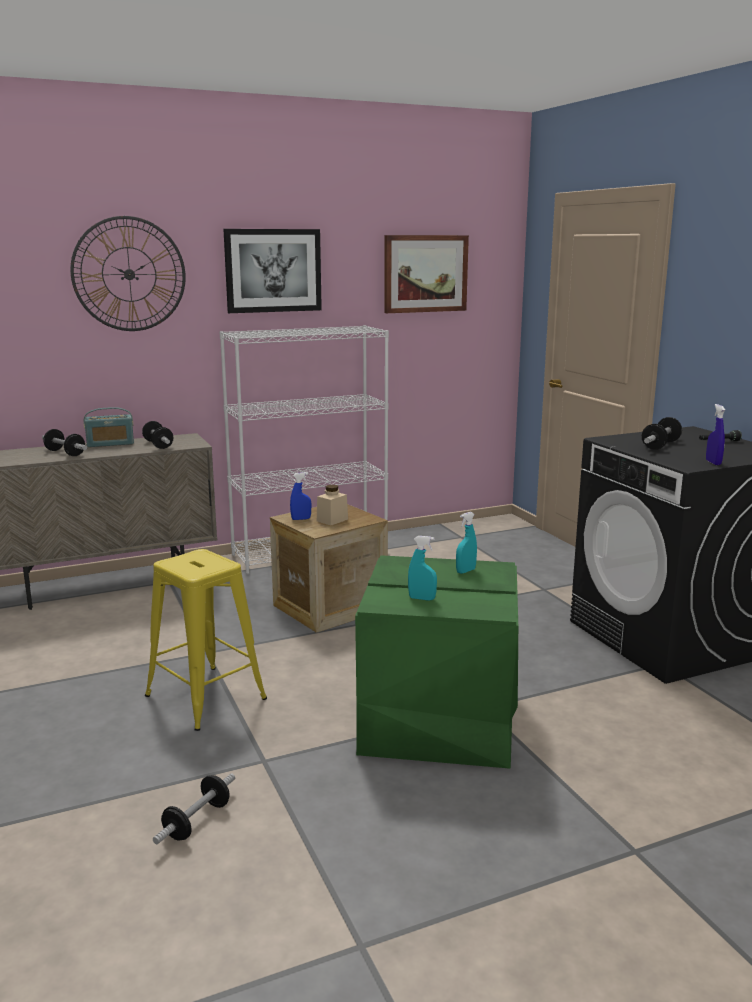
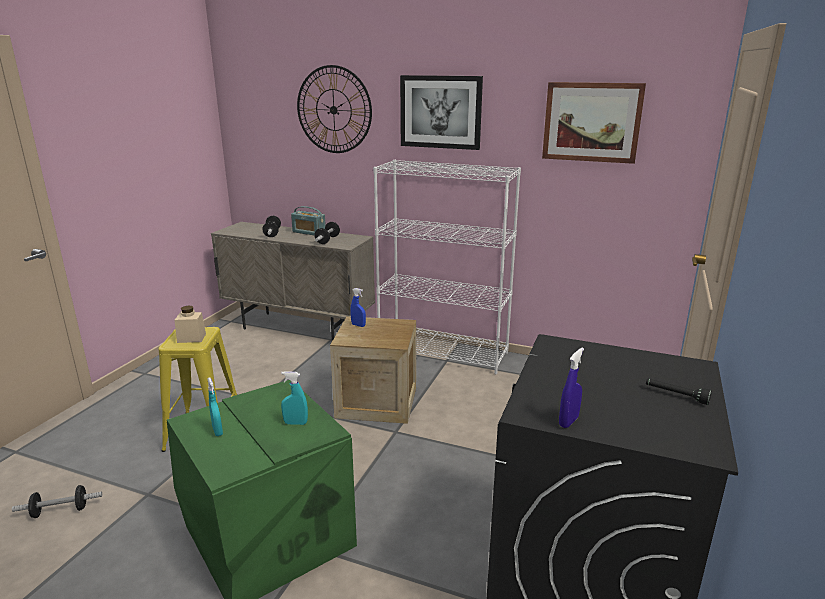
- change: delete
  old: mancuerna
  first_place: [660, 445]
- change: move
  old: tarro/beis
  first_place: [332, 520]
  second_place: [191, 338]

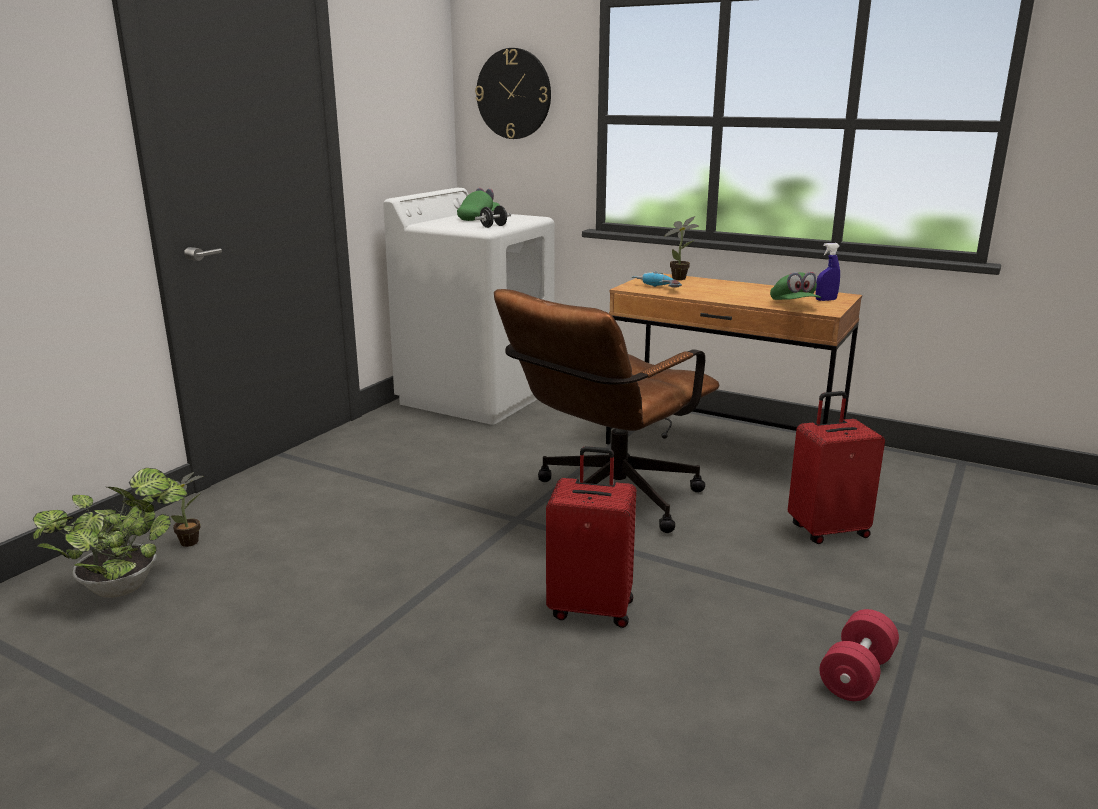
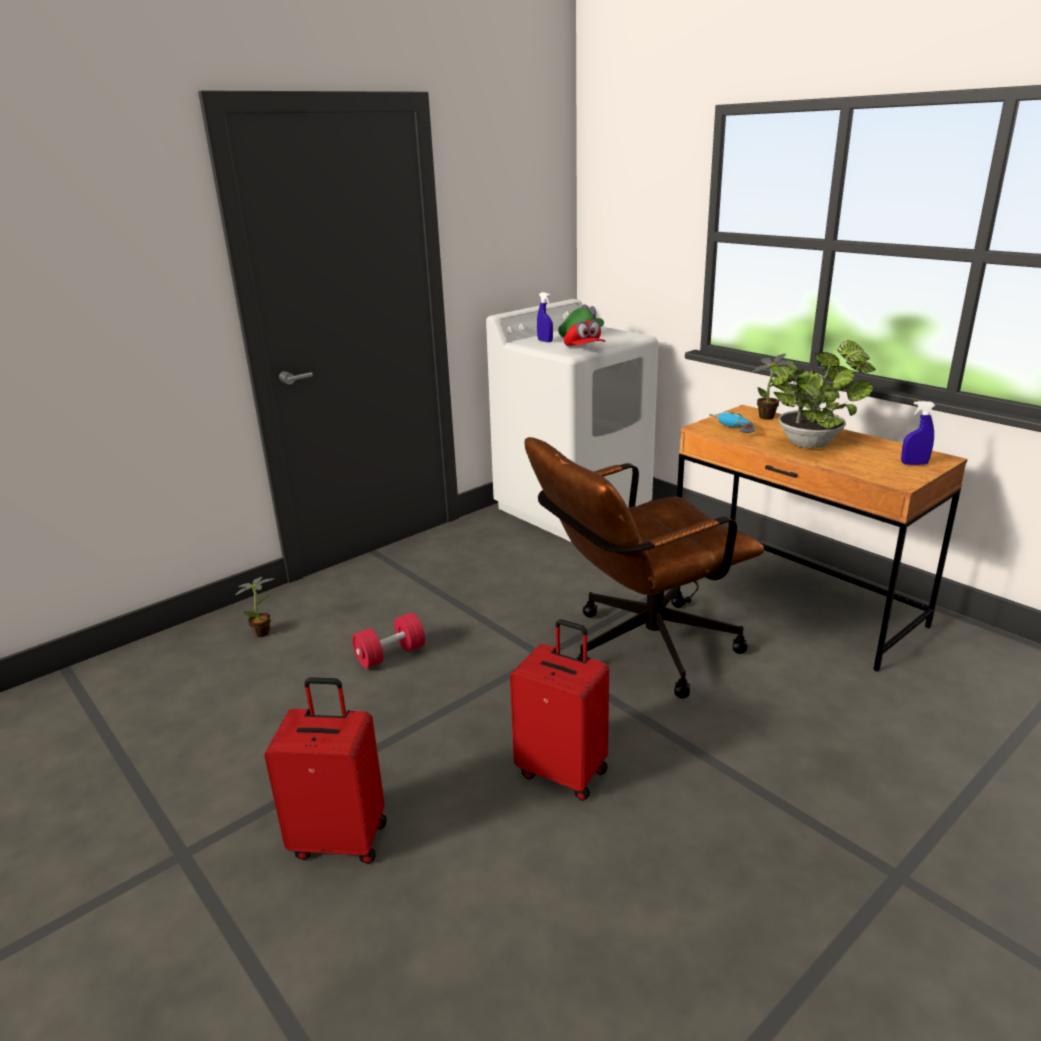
- change: delete
  old: reloj de pared
  first_place: [514, 94]
- change: replace
  old: mancuerna/negro
  new: gorra/rojo
  first_place: [493, 226]
  second_place: [584, 349]
- change: delete
  old: gorra/verde
  first_place: [794, 305]
- change: move
  old: maleta/rojo
  first_place: [827, 530]
  second_place: [340, 838]
- change: move
  old: planta en maceta
  first_place: [126, 585]
  second_place: [812, 443]
- change: move
  old: mancuerna/rojo
  first_place: [856, 674]
  second_place: [390, 655]
- change: insert
  new: pulverizador/azul
  second_place: [545, 341]

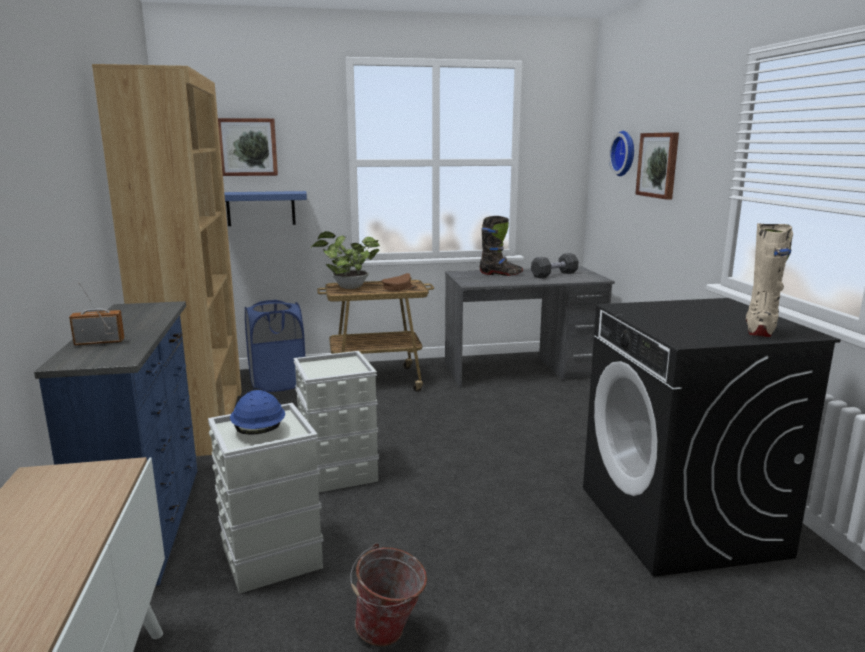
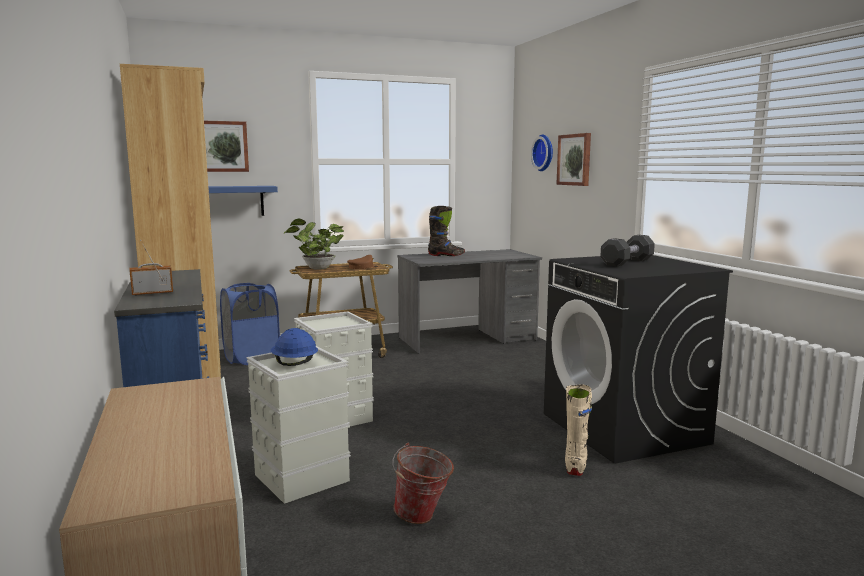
- change: move
  old: bota/beis
  first_place: [760, 329]
  second_place: [576, 464]
- change: move
  old: mancuerna/negro
  first_place: [554, 275]
  second_place: [627, 262]

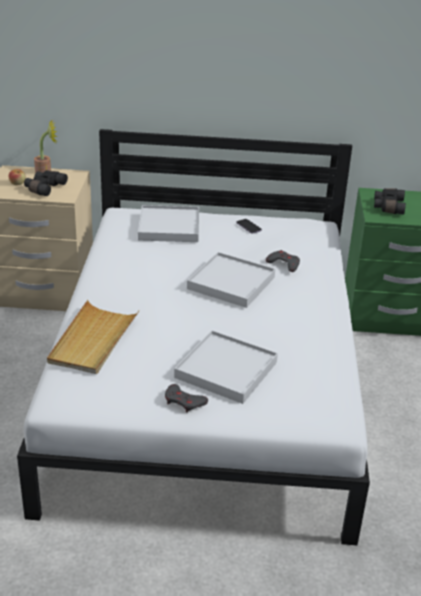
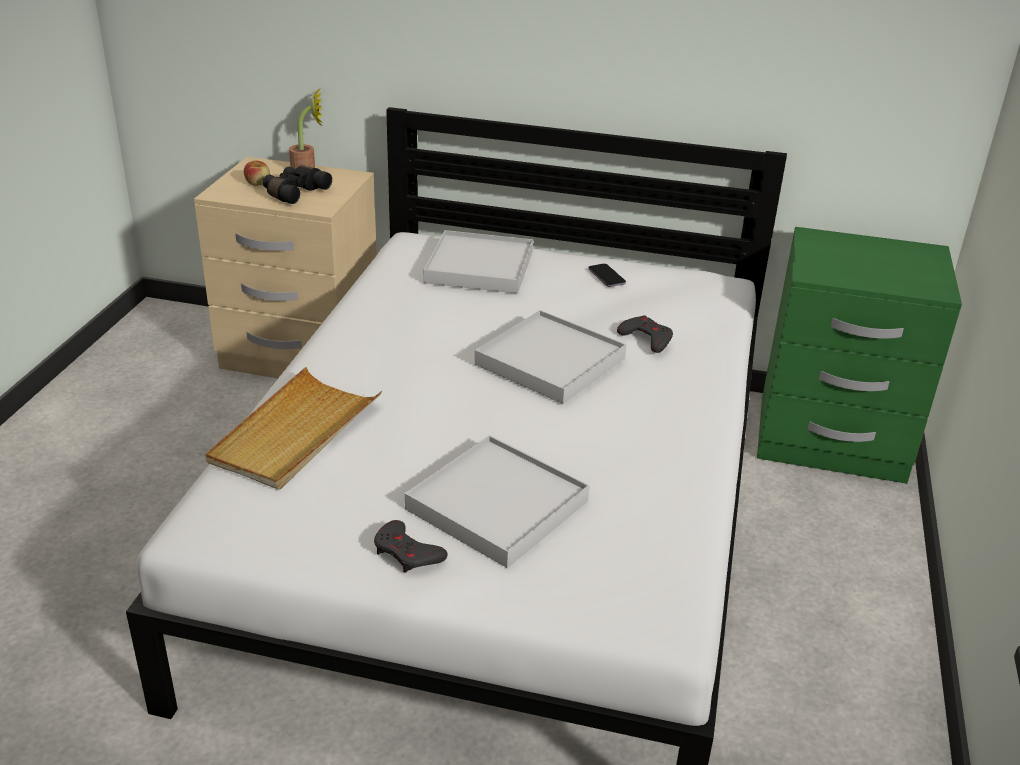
- change: delete
  old: prismáticos/negro
  first_place: [388, 206]

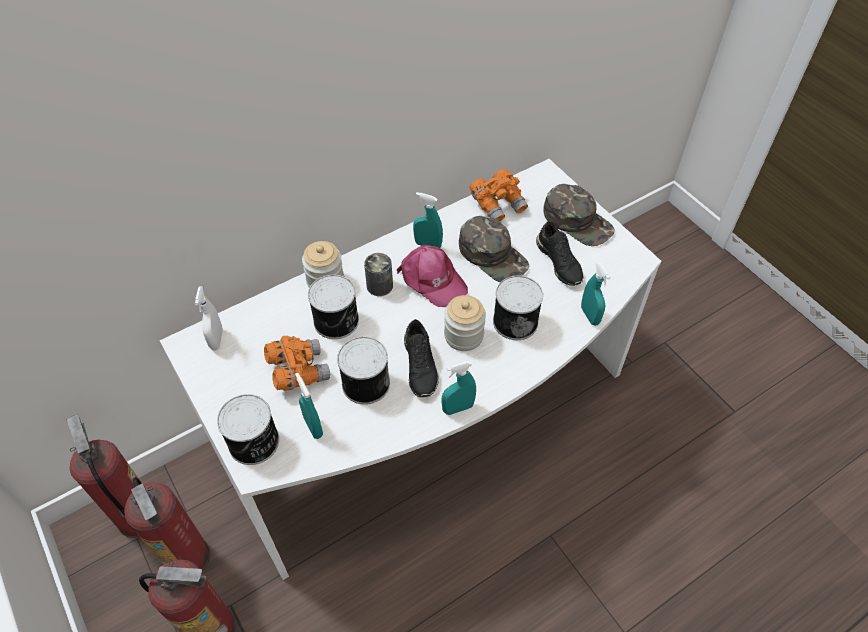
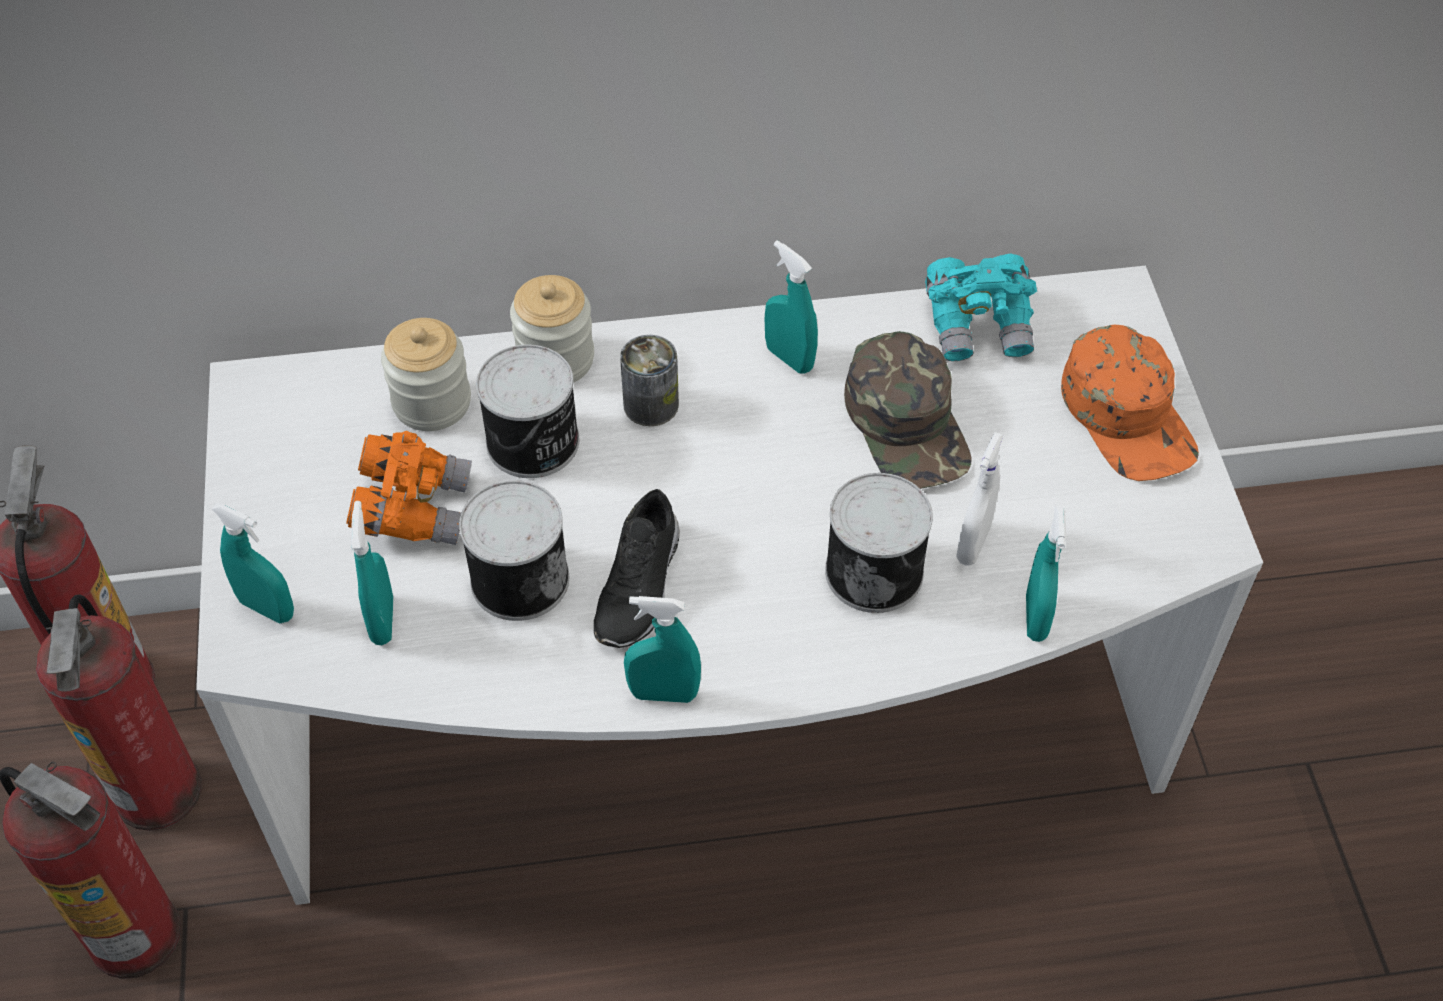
- change: recolor
  old: prismáticos/naranja
  new: prismáticos/turquesa
  first_place: [498, 204]
  second_place: [979, 326]
- change: recolor
  old: gorra/verde
  new: gorra/naranja
  first_place: [578, 221]
  second_place: [1128, 416]
- change: delete
  old: zapato/negro
  first_place: [560, 262]
- change: delete
  old: gorra/rosa
  first_place: [432, 280]
- change: move
  old: pulverizador/blanco
  first_place: [216, 339]
  second_place: [973, 544]
- change: move
  old: tarro
  first_place: [463, 335]
  second_place: [432, 402]
- change: replace
  old: lata
  new: pulverizador/turquesa
  first_place: [254, 443]
  second_place: [267, 608]

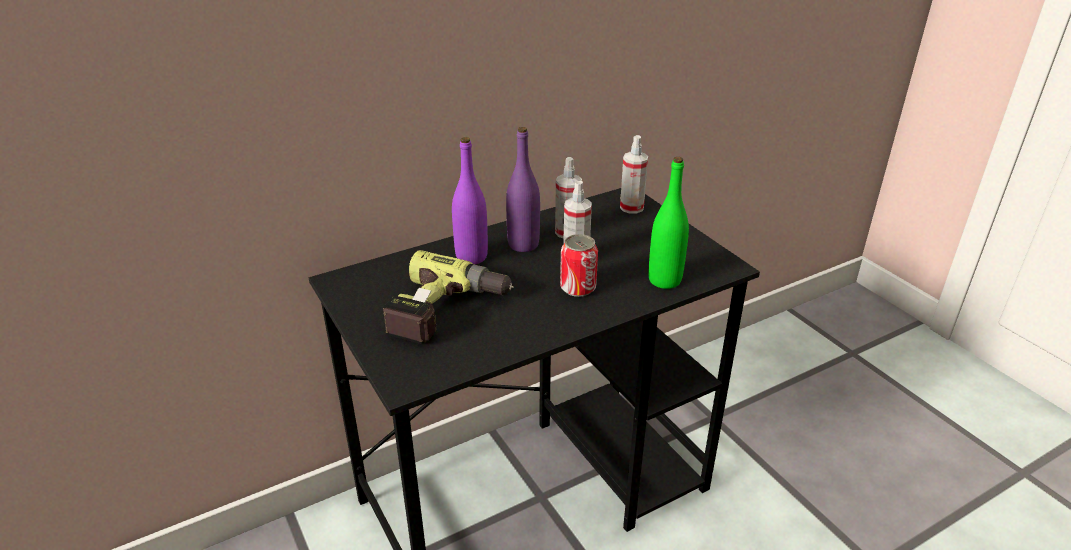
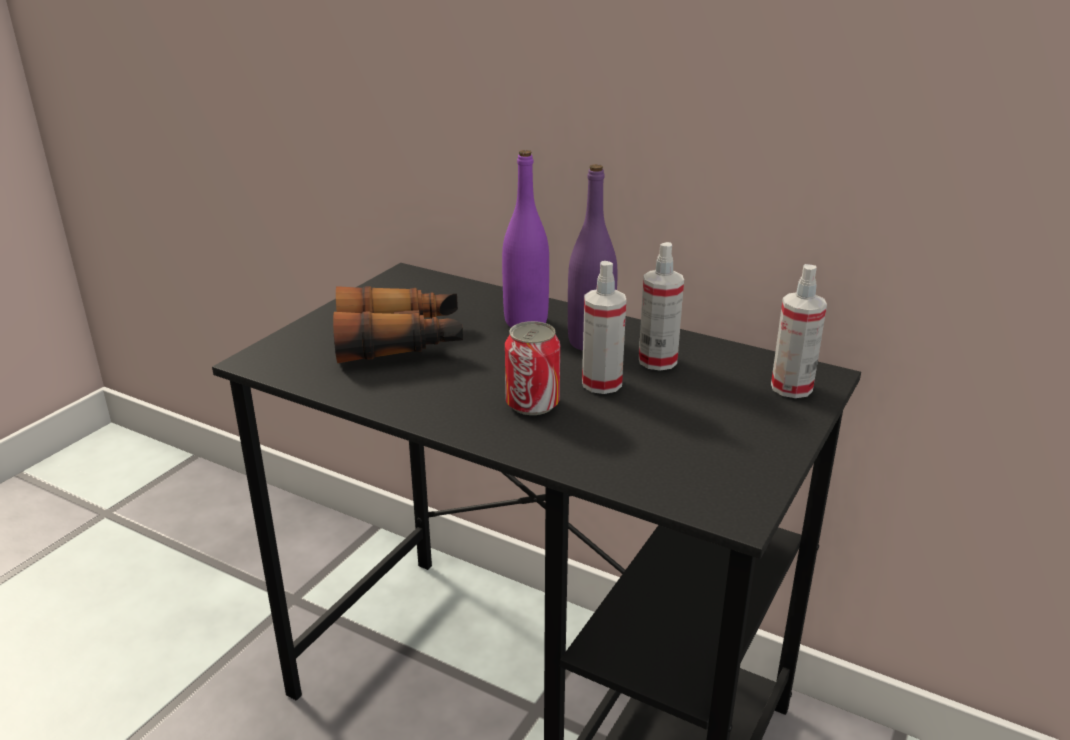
- change: delete
  old: botella/verde
  first_place: [664, 280]
- change: replace
  old: taladro
  new: prismáticos
  first_place: [446, 312]
  second_place: [400, 342]

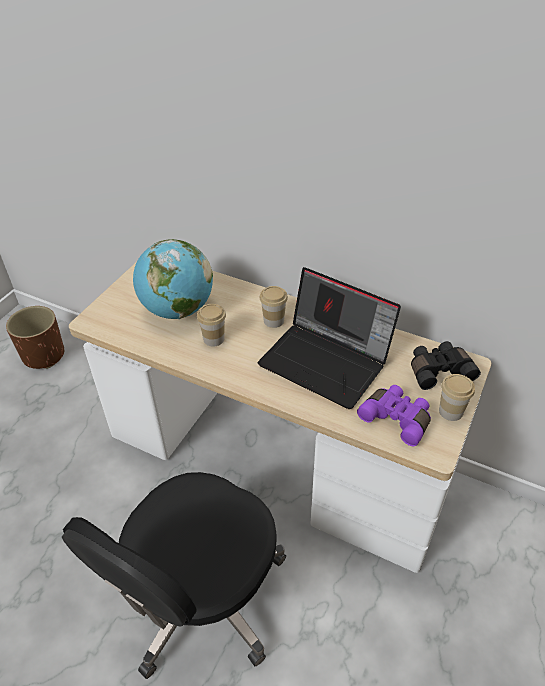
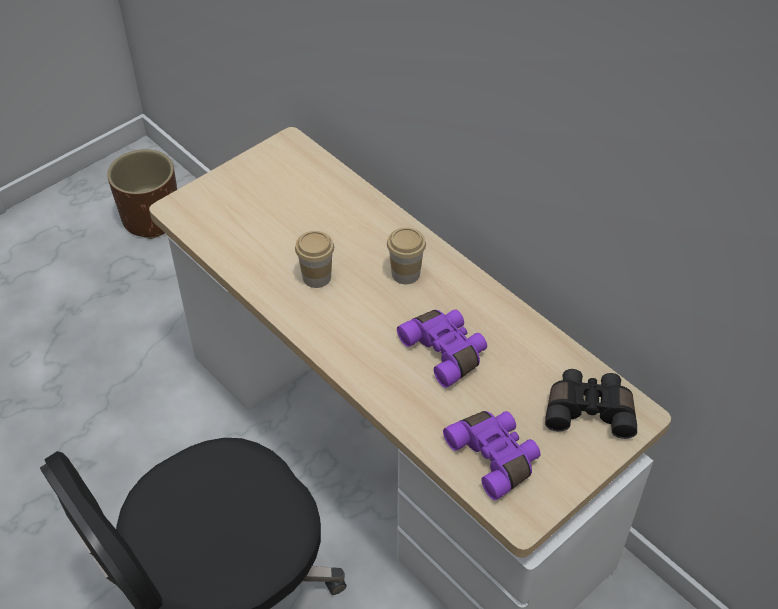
- change: delete
  old: globo terráqueo
  first_place: [177, 310]
- change: replace
  old: portátil
  new: prismáticos/morado
  first_place: [327, 361]
  second_place: [446, 351]
- change: delete
  old: taza
  first_place: [450, 411]

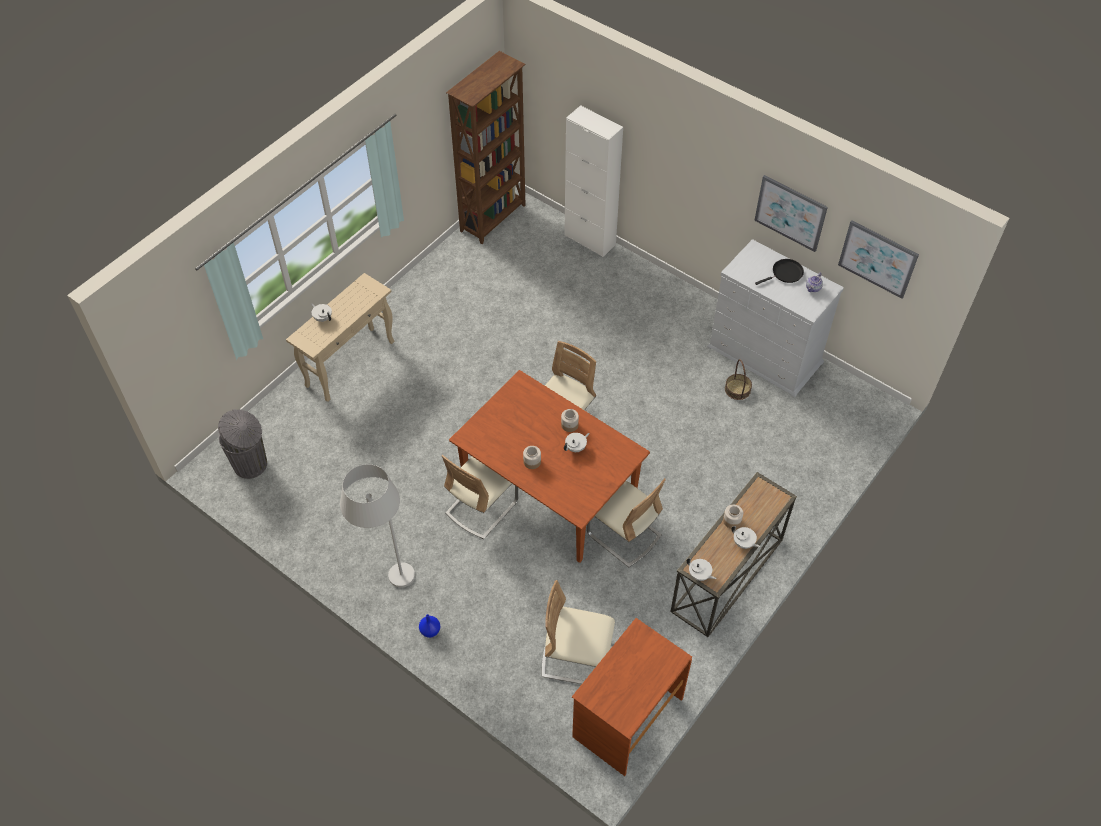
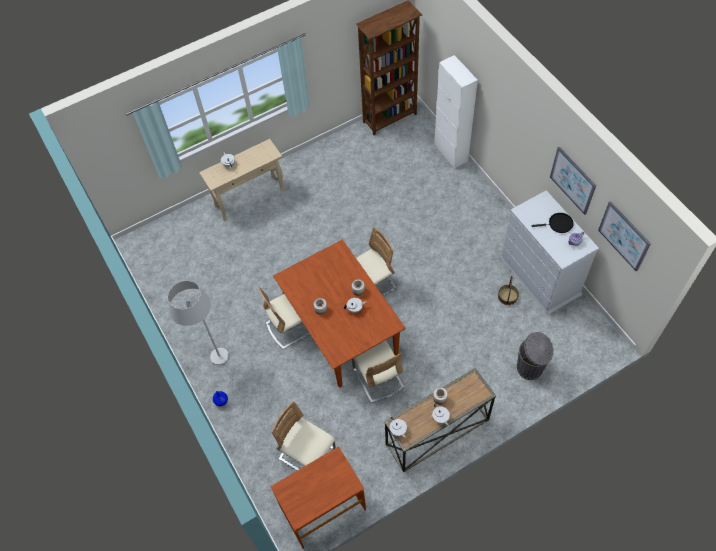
- change: move
  old: papelera/gris
  first_place: [251, 464]
  second_place: [530, 368]

